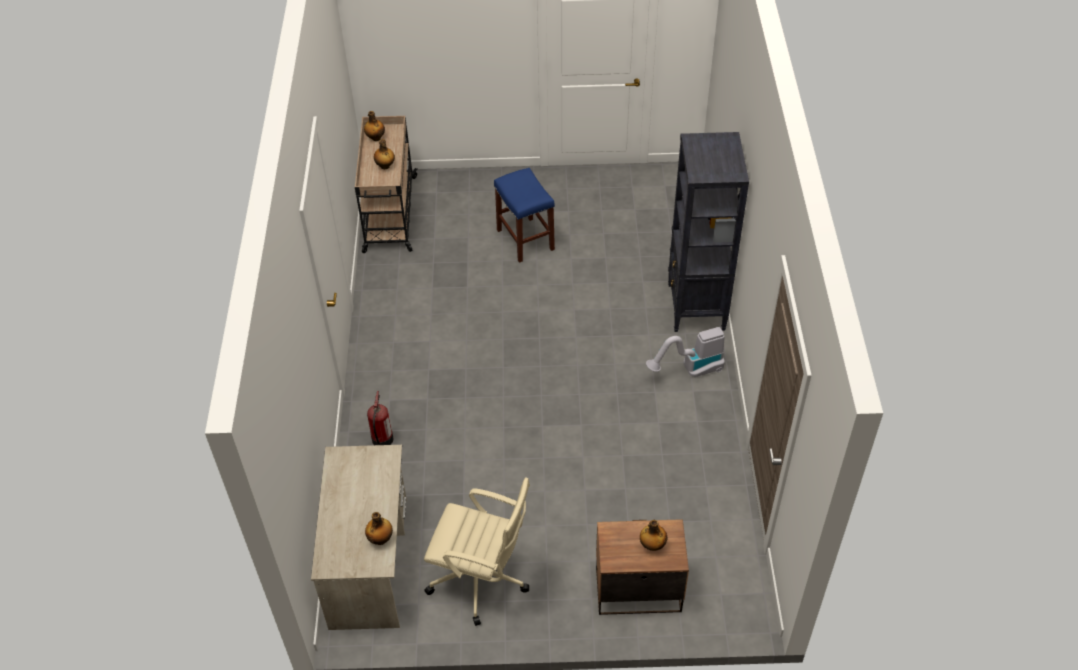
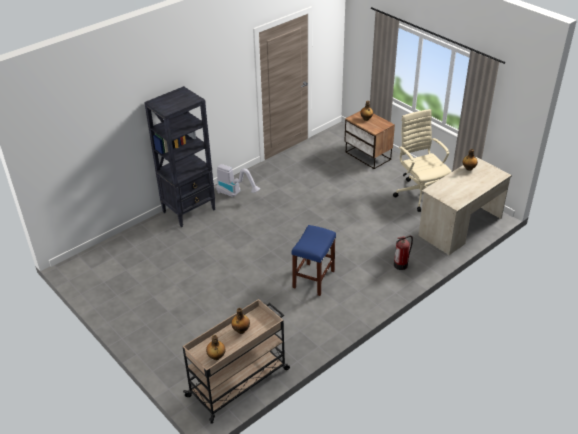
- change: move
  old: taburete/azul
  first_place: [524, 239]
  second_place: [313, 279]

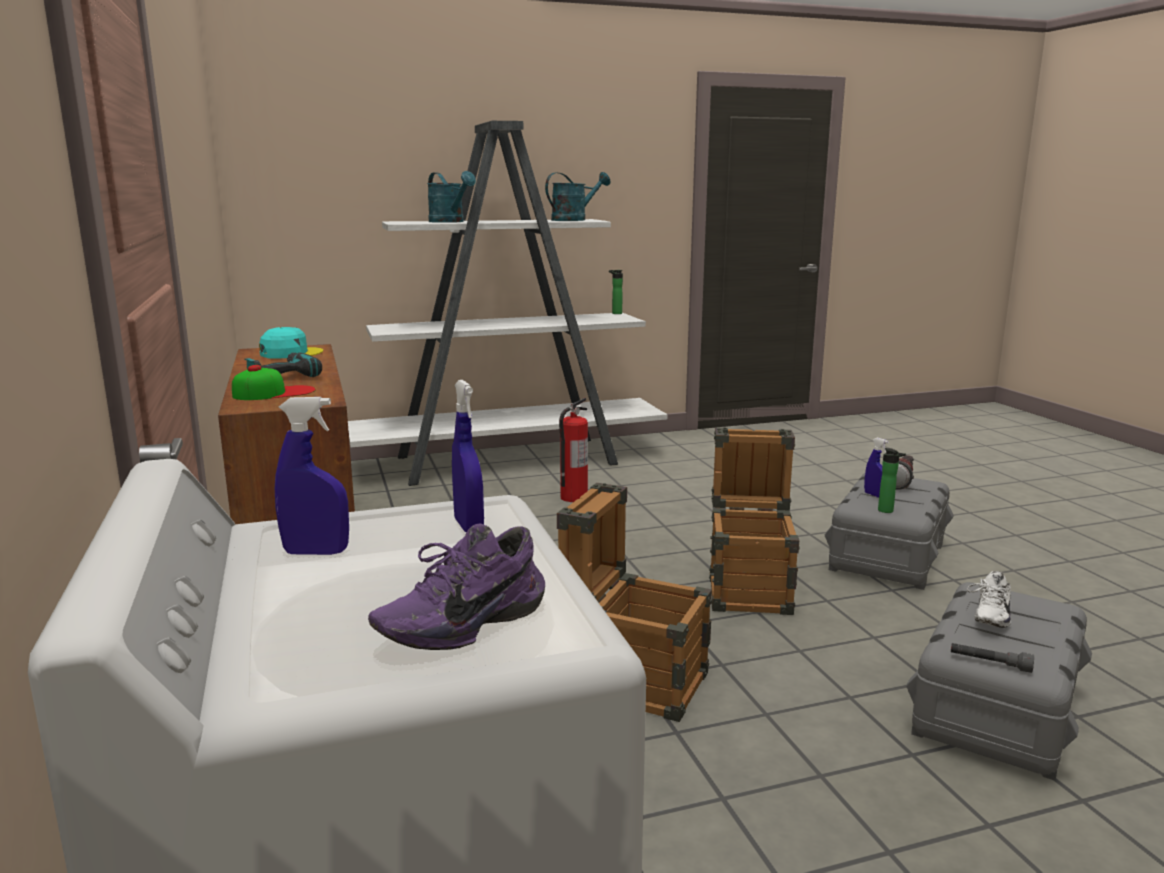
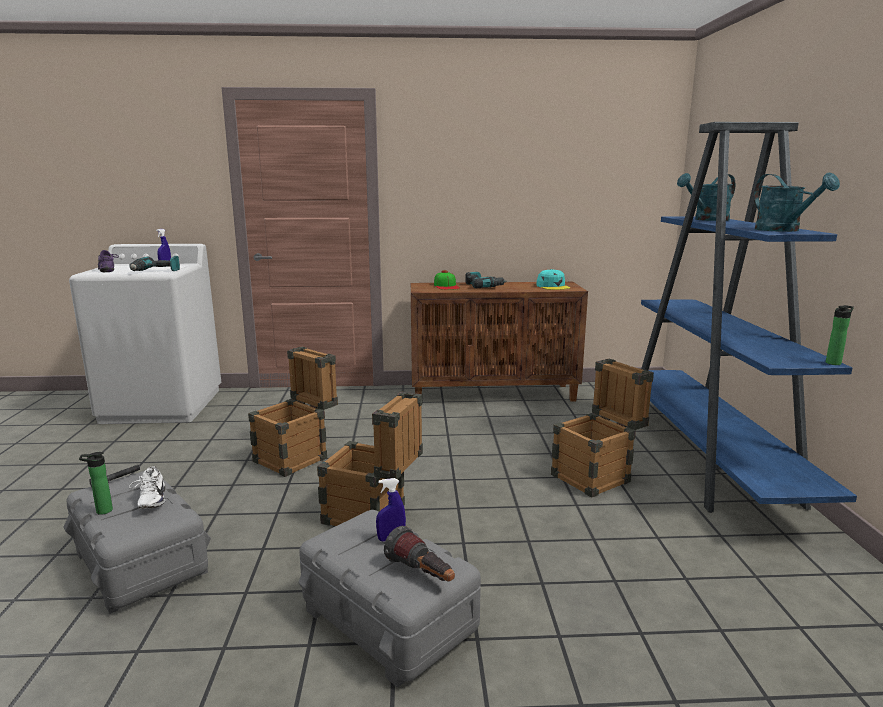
- change: recolor
  old: estantería/blanco
  new: estantería/azul
  first_place: [510, 460]
  second_place: [706, 460]
- change: replace
  old: pulverizador/azul
  new: taladro
  first_place: [469, 526]
  second_place: [156, 271]
- change: replace
  old: extintor
  new: caja de embalaje
  first_place: [573, 497]
  second_place: [597, 476]
- change: move
  old: botella
  first_place: [887, 511]
  second_place: [101, 511]
- change: rotate
  old: zapato/blanco
  first_place: [987, 616]
  second_place: [150, 501]
  degrees: -150

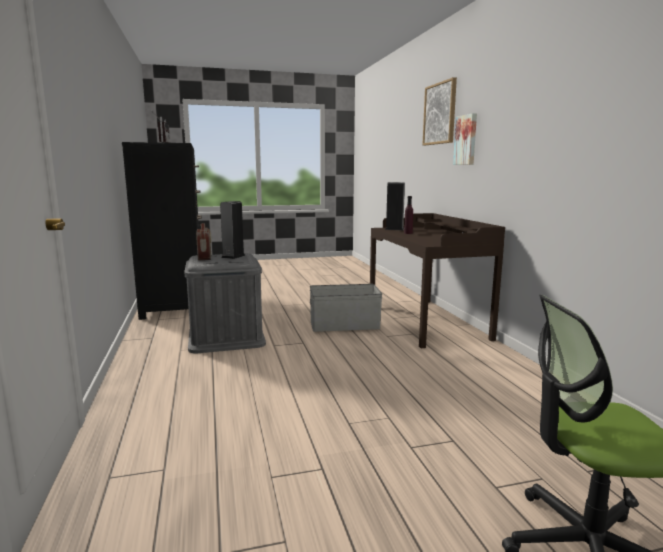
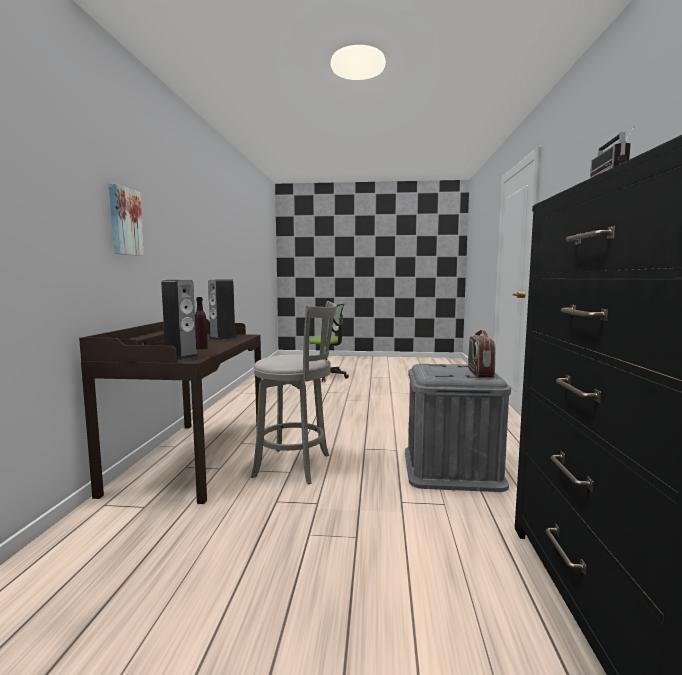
- change: delete
  old: cuadro
  first_place: [440, 113]
- change: move
  old: altavoz
  first_place: [233, 256]
  second_place: [223, 338]
- change: replace
  old: caja de almacenaje/gris
  new: taburete/gris
  first_place: [344, 325]
  second_place: [296, 466]

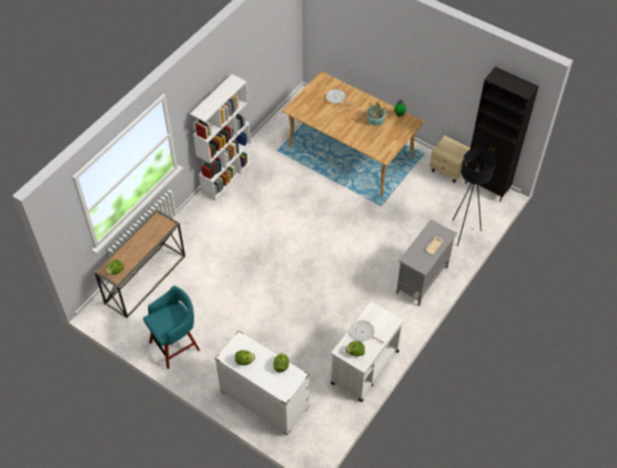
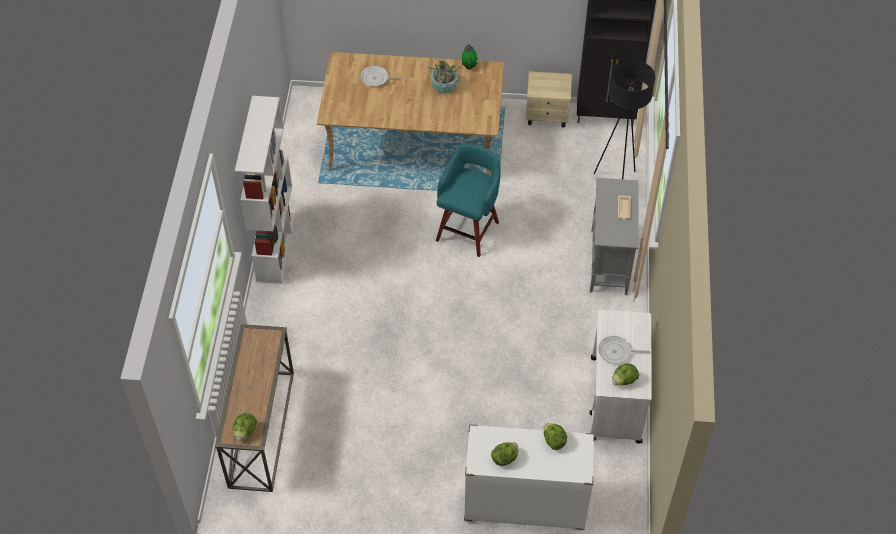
- change: move
  old: taburete/turquesa
  first_place: [176, 345]
  second_place: [468, 230]

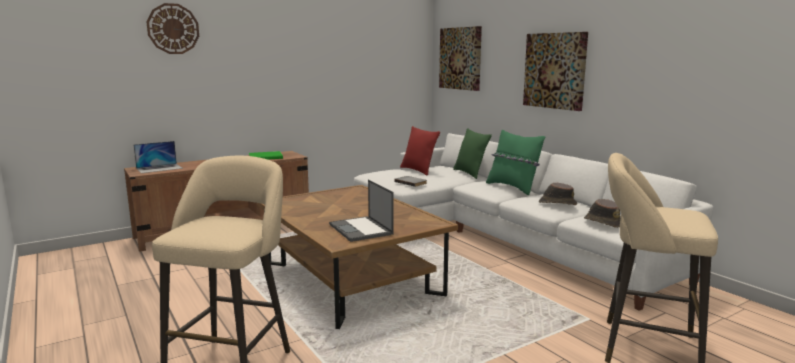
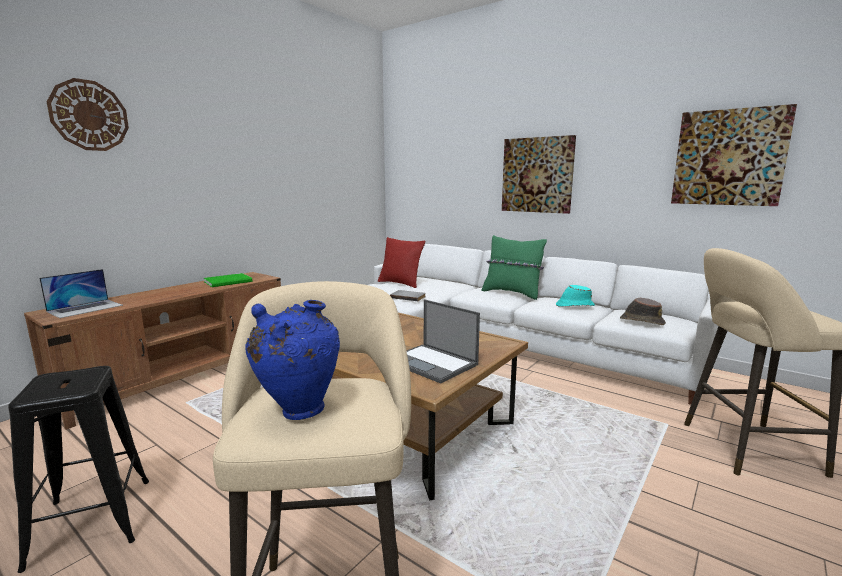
- change: move
  old: cuadro
  first_place: [460, 58]
  second_place: [729, 158]
- change: delete
  old: cojín/verde
  first_place: [470, 173]
- change: recolor
  old: sombrero/marrón
  new: sombrero/turquesa
  first_place: [557, 203]
  second_place: [574, 305]
- change: insert
  new: florero/azul
  second_place: [298, 410]
- change: insert
  new: taburete/negro
  second_place: [92, 520]

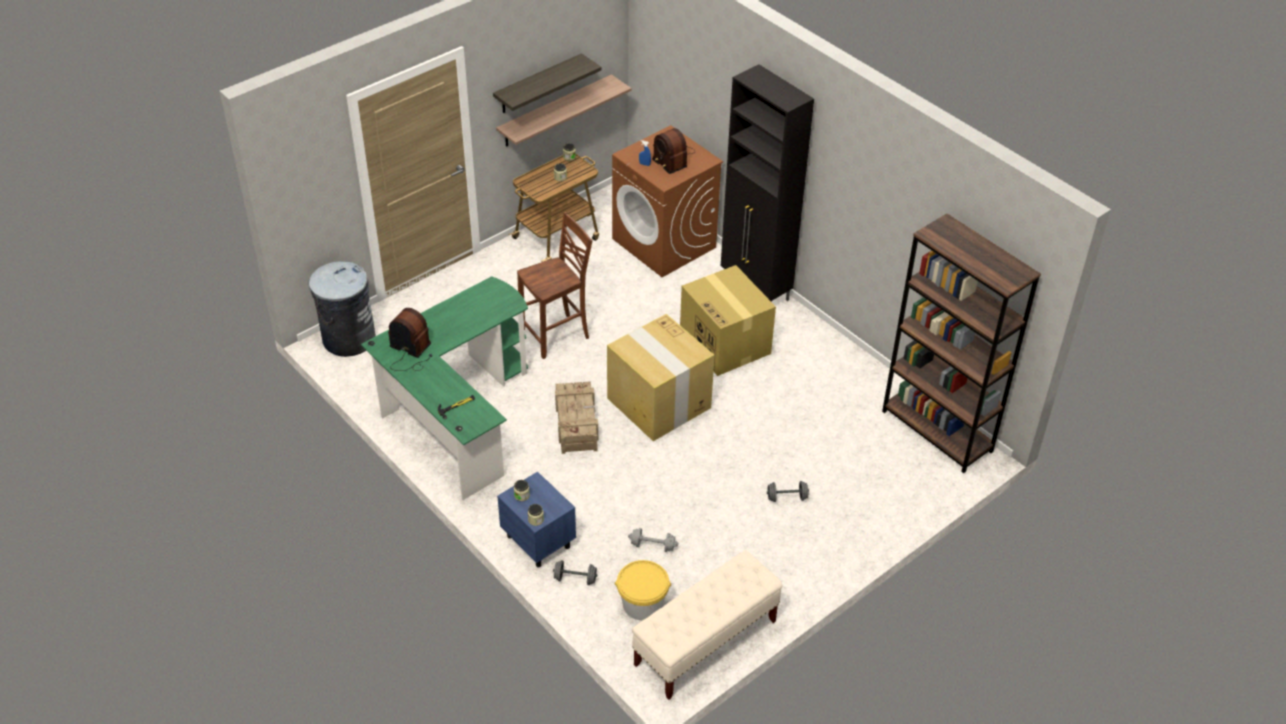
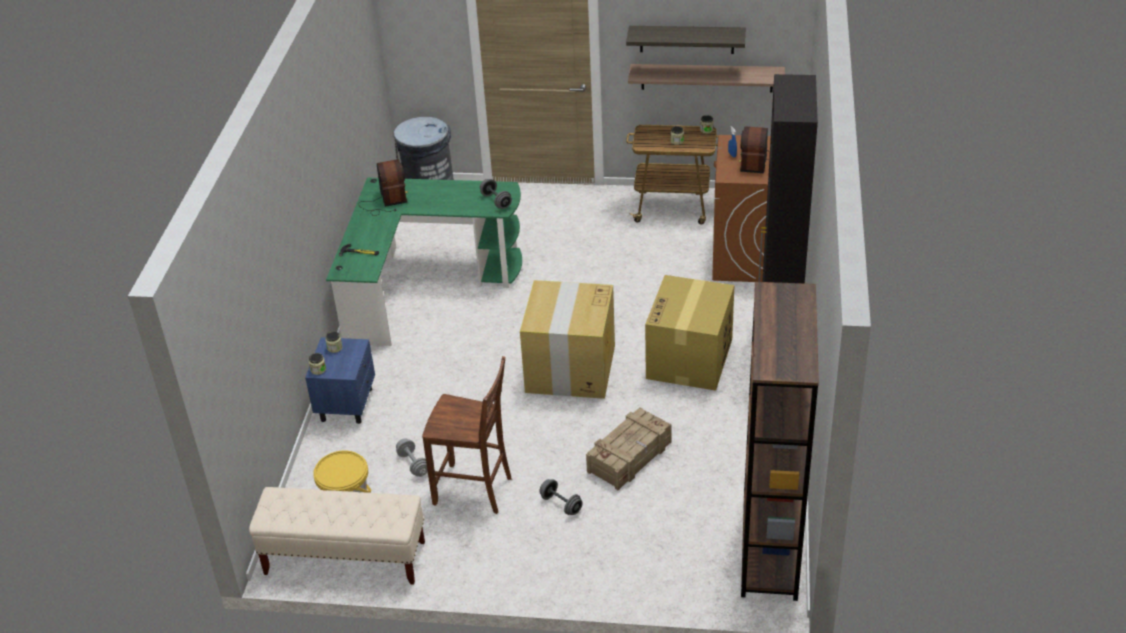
- change: move
  old: silla/marrón
  first_place: [557, 335]
  second_place: [474, 491]
- change: move
  old: caja de embalaje
  first_place: [577, 424]
  second_place: [630, 457]
- change: move
  old: mancuerna/gris
  first_place: [575, 579]
  second_place: [496, 201]

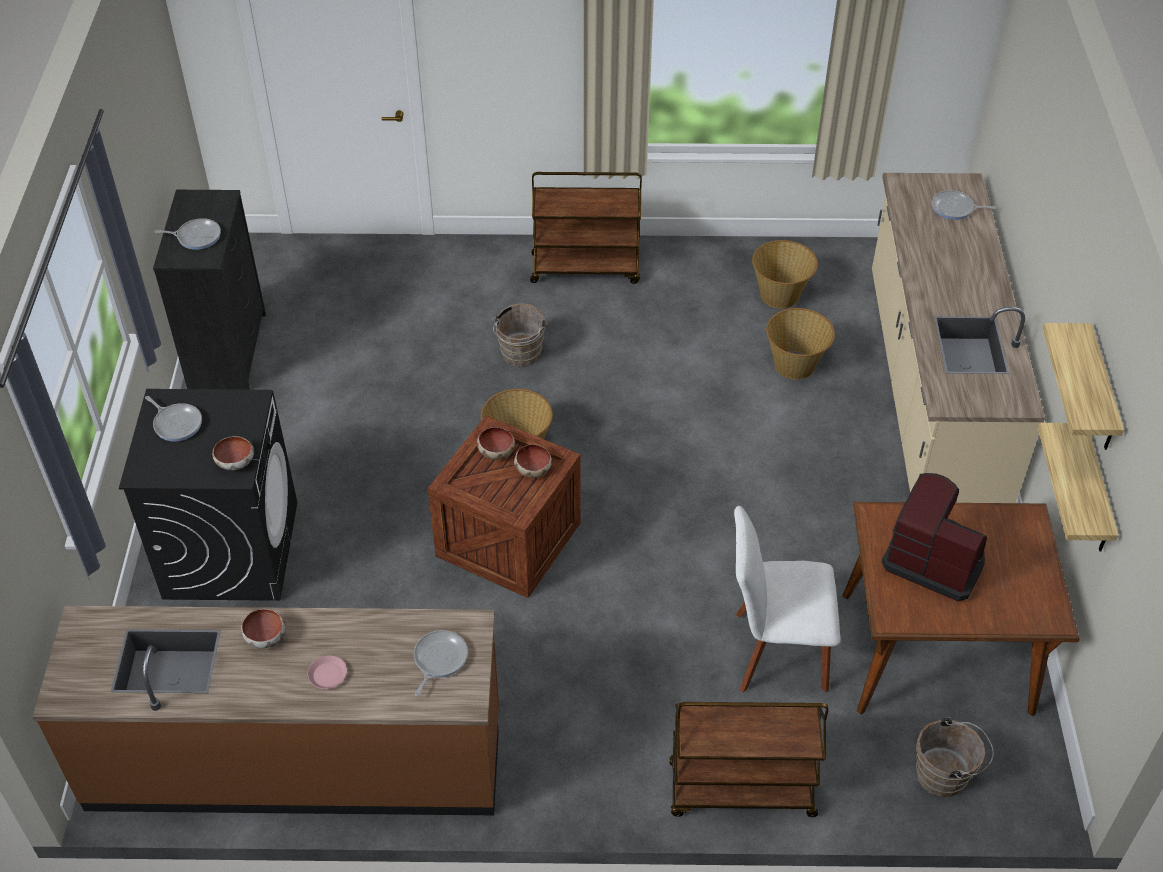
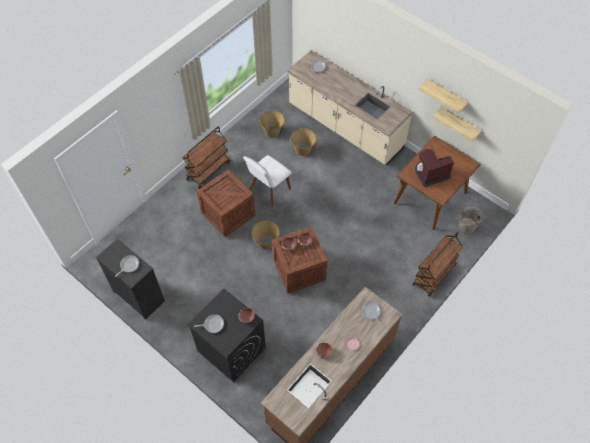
- change: replace
  old: cubo/marrón
  new: caja de embalaje
  first_place: [520, 356]
  second_place: [228, 214]
- change: move
  old: silla/blanco
  first_place: [774, 652]
  second_place: [268, 190]

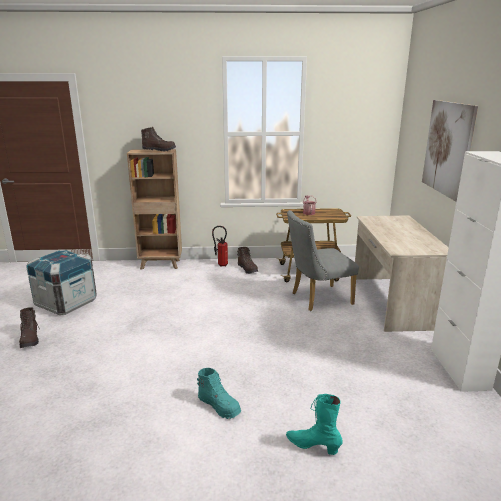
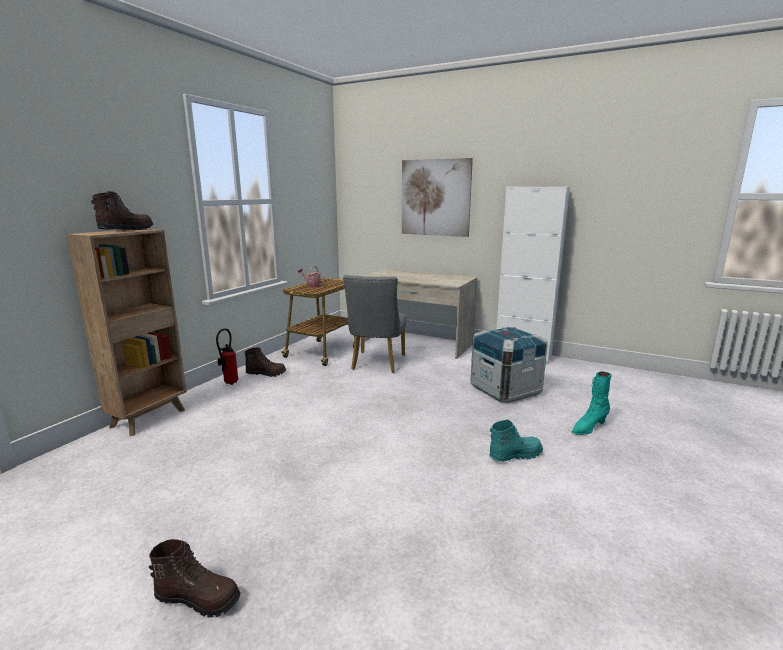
- change: move
  old: caja de embalaje
  first_place: [66, 303]
  second_place: [505, 390]

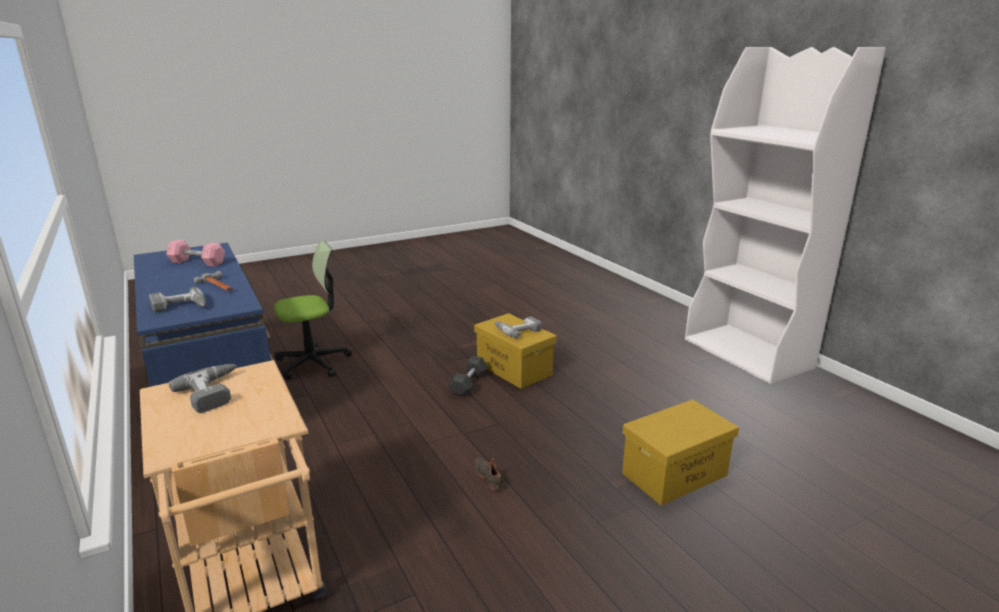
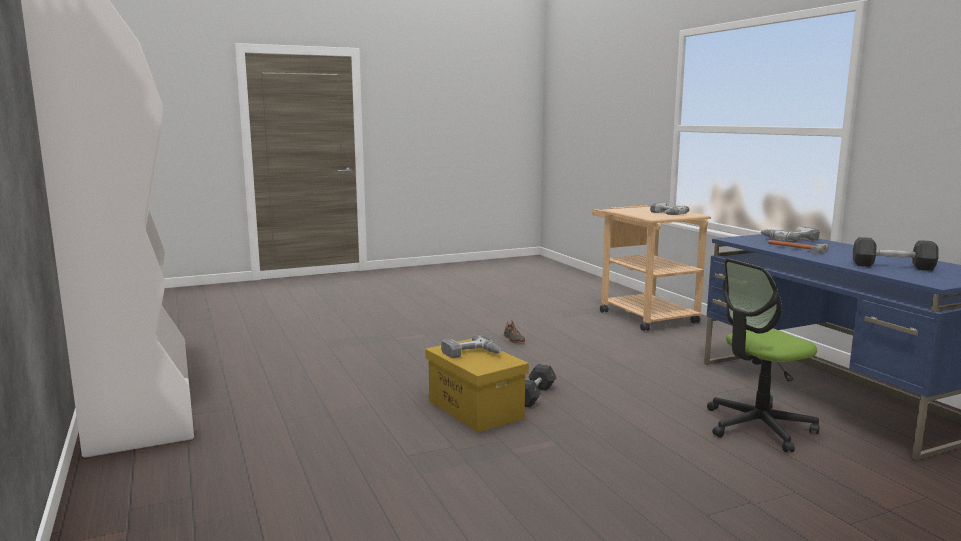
- change: recolor
  old: mancuerna/rosa
  new: mancuerna/gris
  first_place: [197, 262]
  second_place: [892, 266]
- change: delete
  old: caja de almacenaje/amarillo
  first_place: [674, 475]

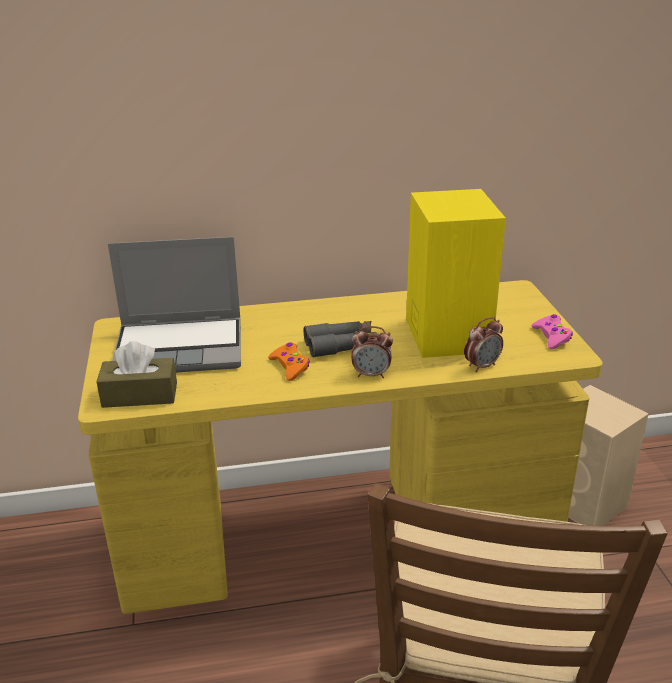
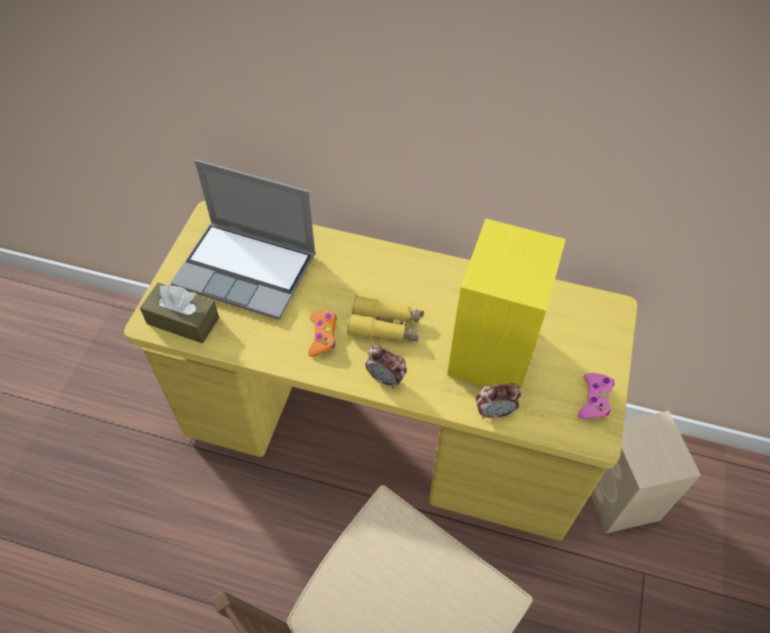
- change: recolor
  old: prismáticos/gris
  new: prismáticos/amarillo
  first_place: [342, 345]
  second_place: [385, 326]

